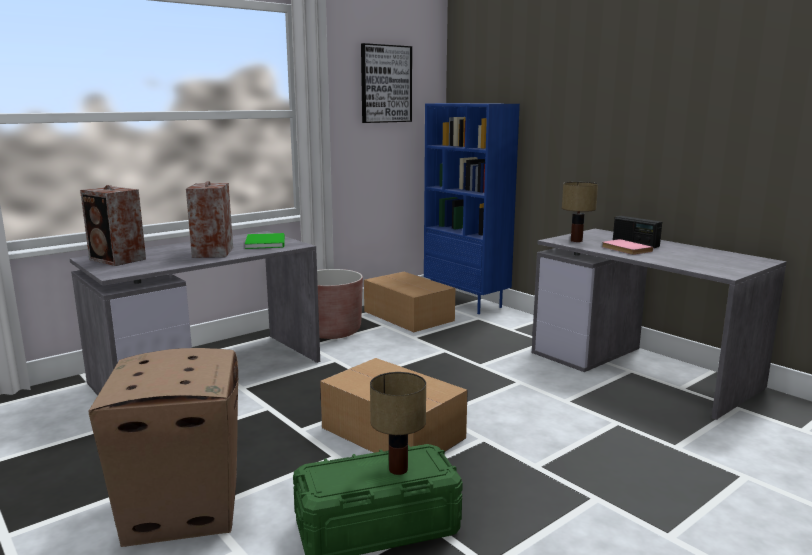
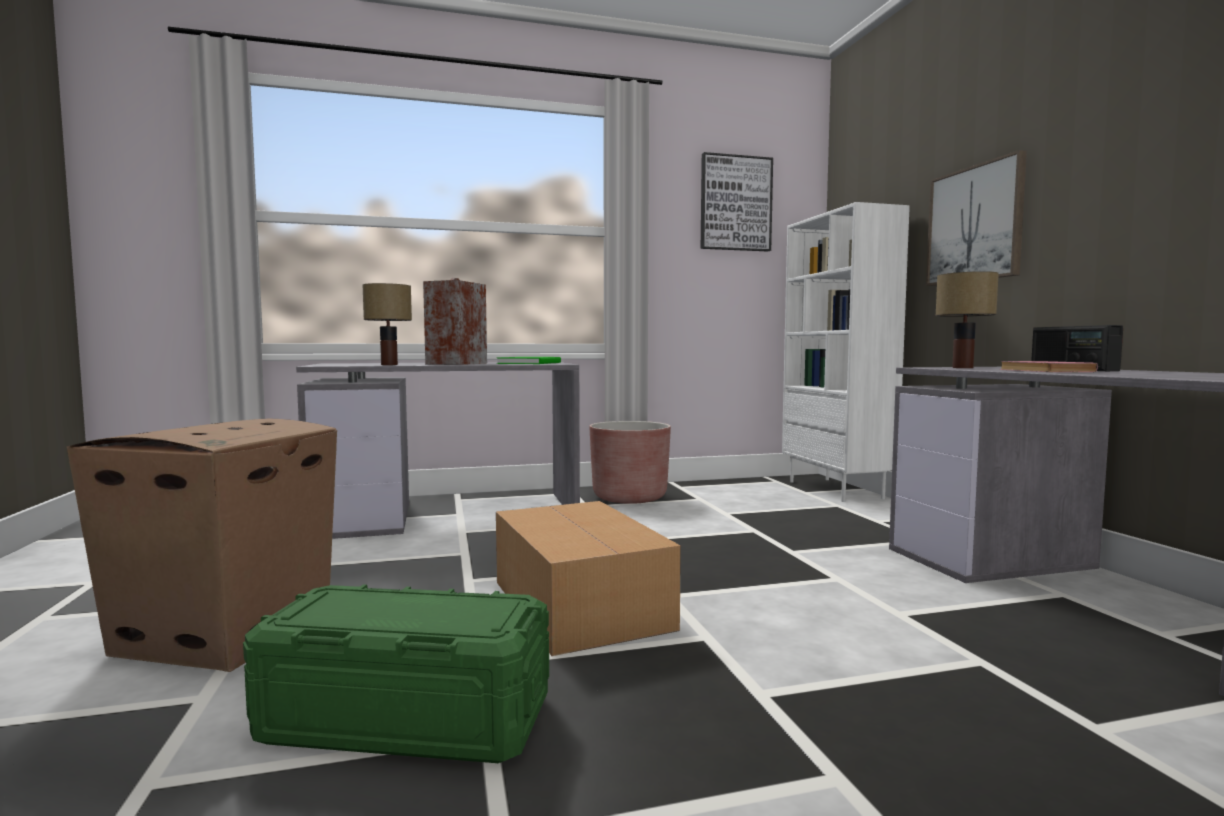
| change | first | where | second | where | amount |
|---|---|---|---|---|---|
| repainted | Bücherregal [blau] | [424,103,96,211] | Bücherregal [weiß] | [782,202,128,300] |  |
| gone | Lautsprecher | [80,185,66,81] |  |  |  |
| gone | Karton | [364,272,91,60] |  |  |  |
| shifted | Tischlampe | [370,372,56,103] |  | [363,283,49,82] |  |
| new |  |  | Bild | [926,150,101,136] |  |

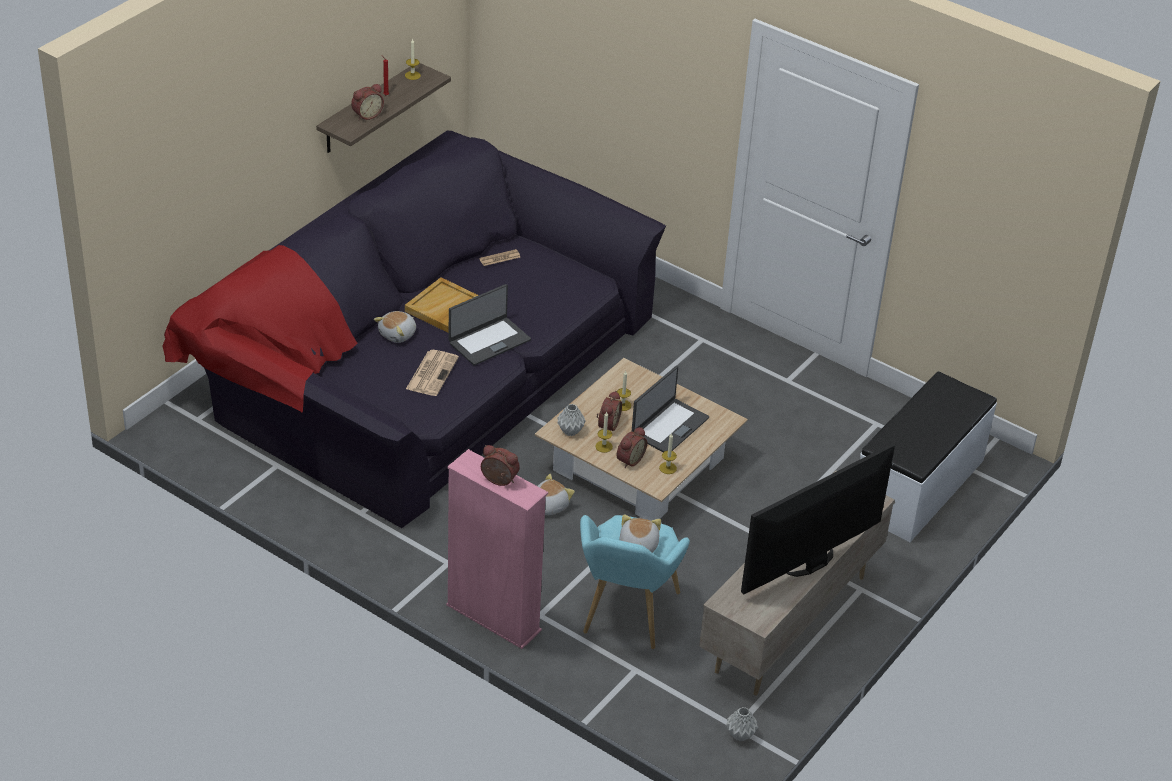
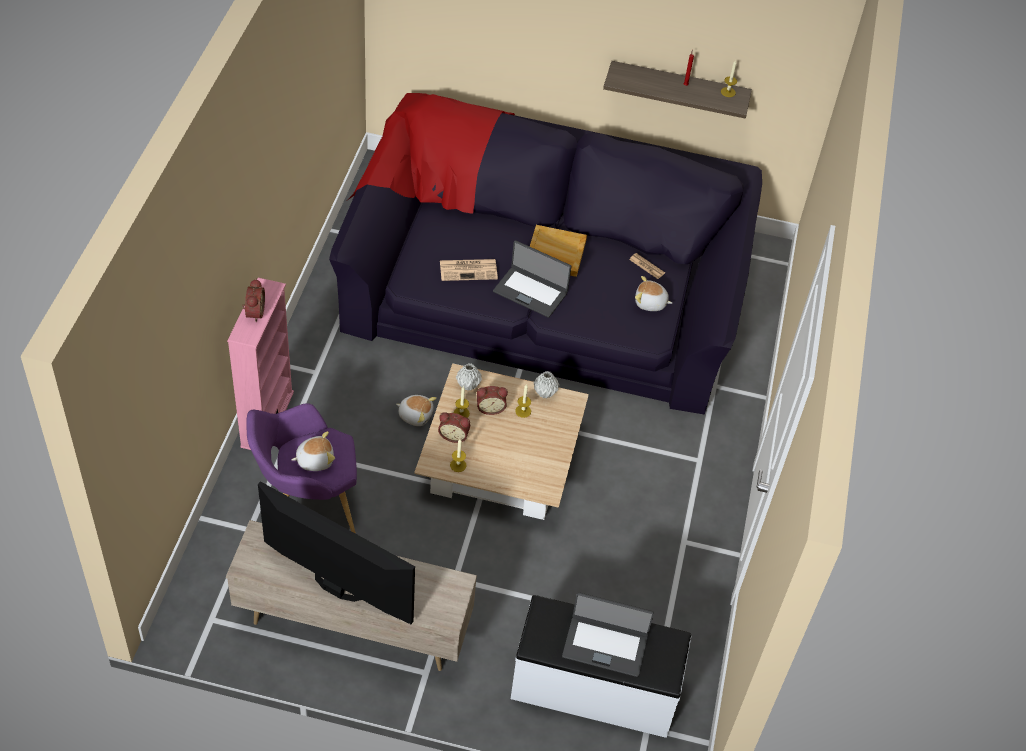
| change | first | where | second | where | amount |
|---|---|---|---|---|---|
| gone | Wecker | [351,84,33,36] |  |  |  |
| shifted | Plüschtier | [374,311,42,32] |  | [635,276,37,35] |  |
| shifted | Laptop | [632,366,77,86] |  | [562,592,92,85] |  |
| repainted | Sessel [türkis] | [580,515,110,134] | Sessel [lila] | [246,403,111,131] |  |
| shifted | Vase [grau] | [726,707,32,34] |  | [534,371,25,28] |  |

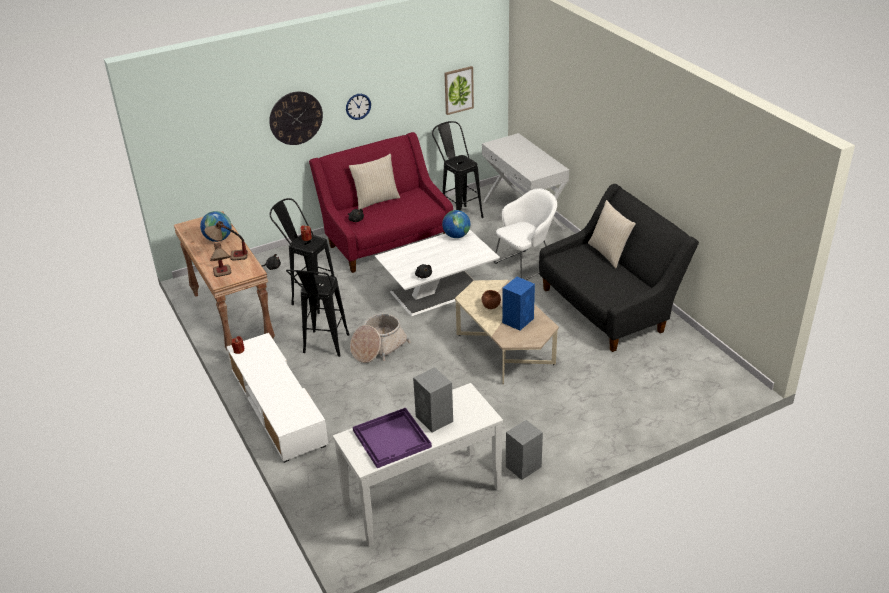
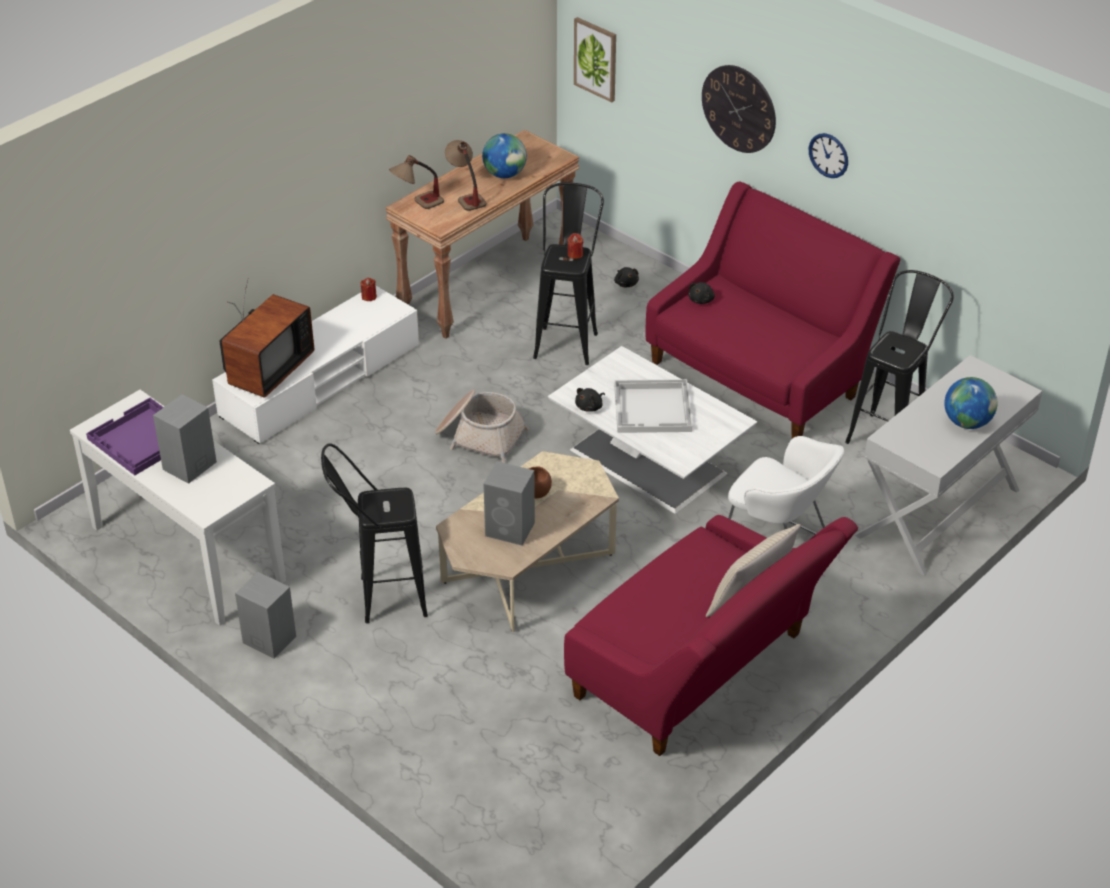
| change | first | where | second | where | amount |
|---|---|---|---|---|---|
| shifted | Bild | [444,66,30,49] |  | [574,17,42,85] |  |
| gone | Kissen [beige] | [349,154,51,55] |  |  |  |
| repainted | Sofa [schwarz] | [539,184,160,168] | Sofa [rot] | [564,515,294,241] |  |
| shifted | Globus | [442,210,29,28] |  | [944,377,53,52] |  |
| shifted | Hocker [schwarz] | [286,269,64,88] |  | [321,443,107,180] |  |
| repainted | Lautsprecher [blau] | [502,277,33,54] | Lautsprecher [grau] | [483,461,52,85] |  |
| new |  |  | Fernseher | [220,279,94,119] |  |
| new |  |  | Tablett [weiß] | [614,379,78,54] |  |

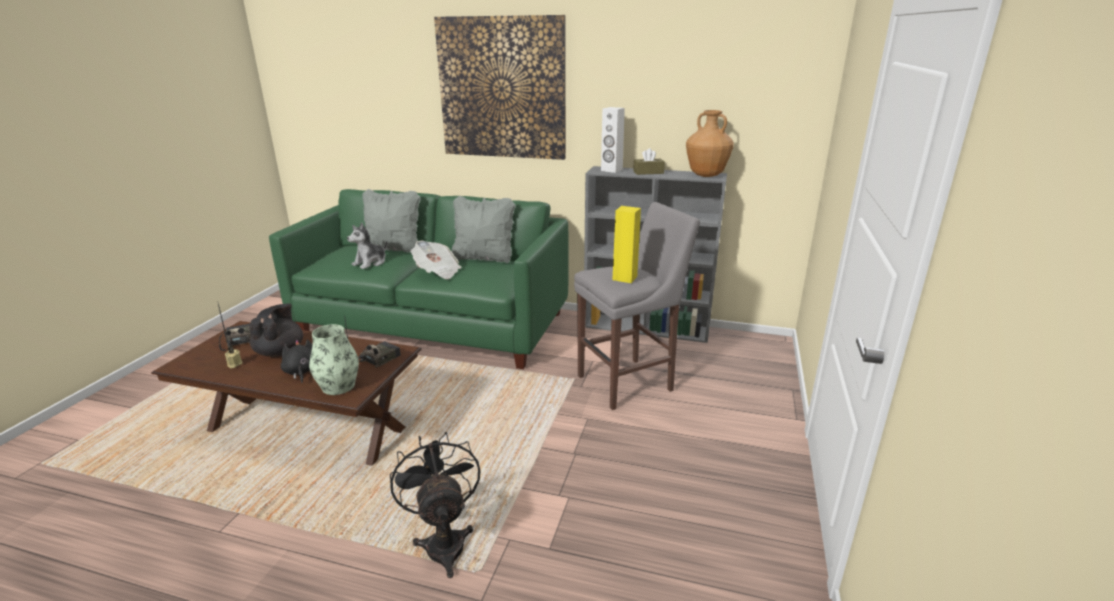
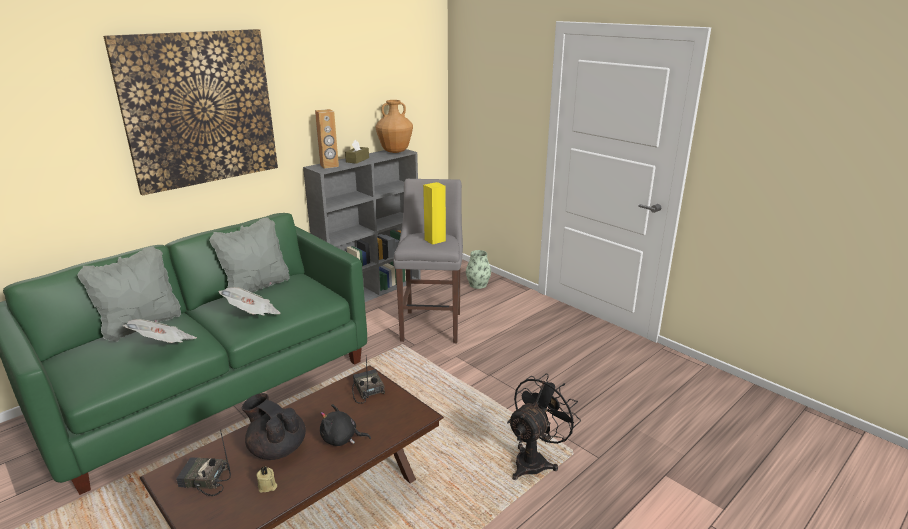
| change | first | where | second | where | amount |
|---|---|---|---|---|---|
| repainted | Lautsprecher [weiß] | [601,107,24,66] | Lautsprecher [braun] | [315,109,24,60] |  |
| swapped | Plüschtier | [347,222,40,47] | Zeitung | [123,319,74,24] |  |
| shifted | Vase | [309,324,50,71] |  | [466,250,25,39] |  |
| rotated | Ventilator [schwarz] | [390,432,90,146] |  | [507,373,74,107] | 120 degrees clockwise |

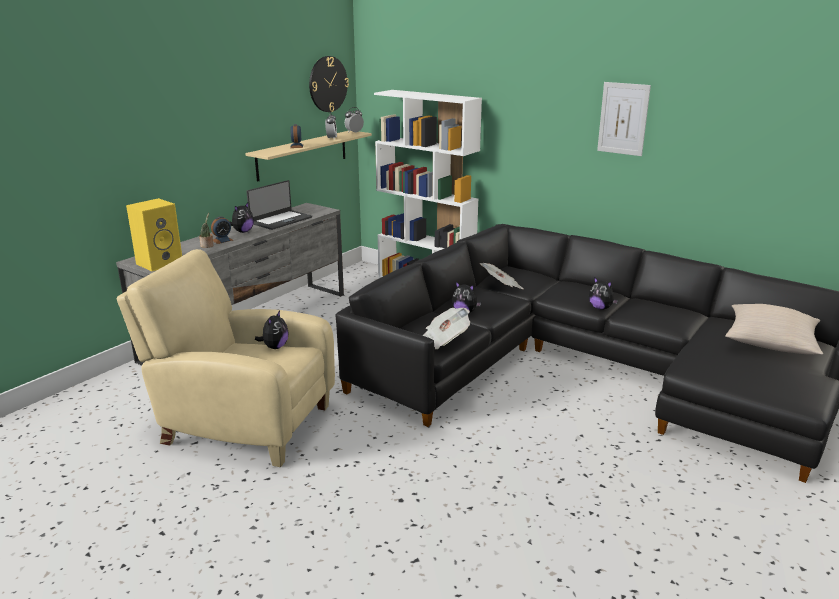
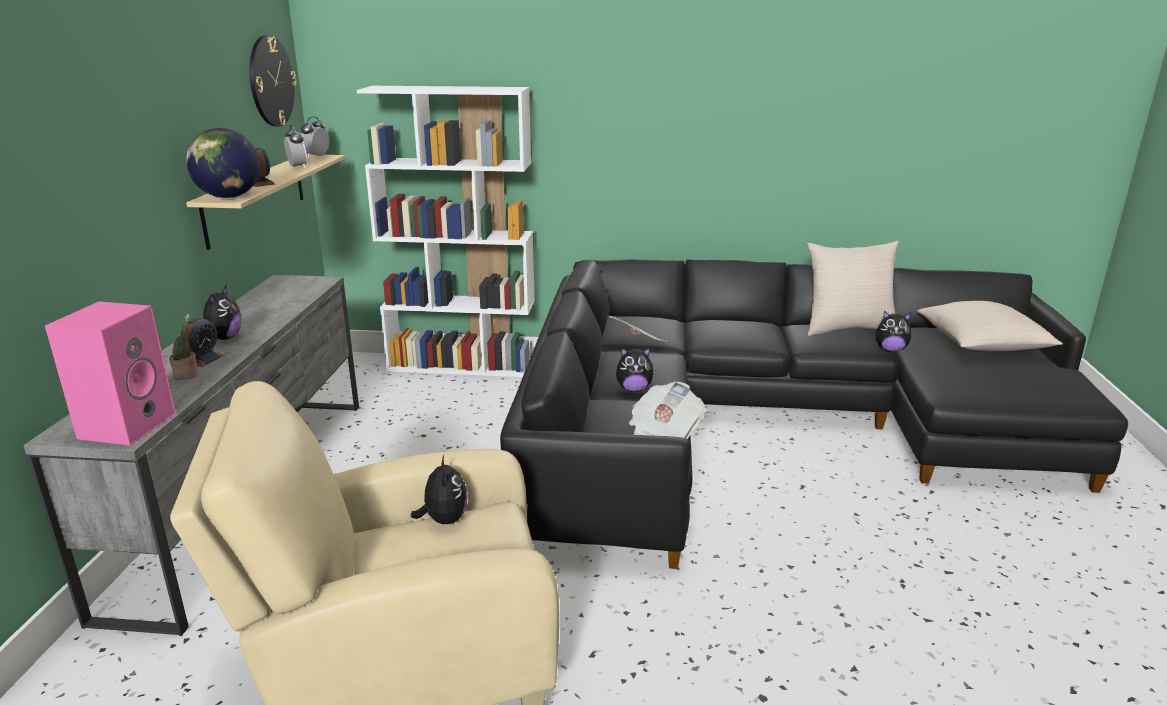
| change | first | where | second | where | amount |
|---|---|---|---|---|---|
| gone | Bild | [597,82,54,74] |  |  |  |
| gone | Laptop | [246,180,66,50] |  |  |  |
| repainted | Lautsprecher [gelb] | [126,198,56,73] | Lautsprecher [rosa] | [45,302,131,143] |  |
| shifted | Plüschtier | [589,277,29,33] |  | [876,311,37,41] |  |
| new |  |  | Globus | [186,128,74,70] |  |
| new |  |  | Kissen [beige] | [807,241,91,95] |  |

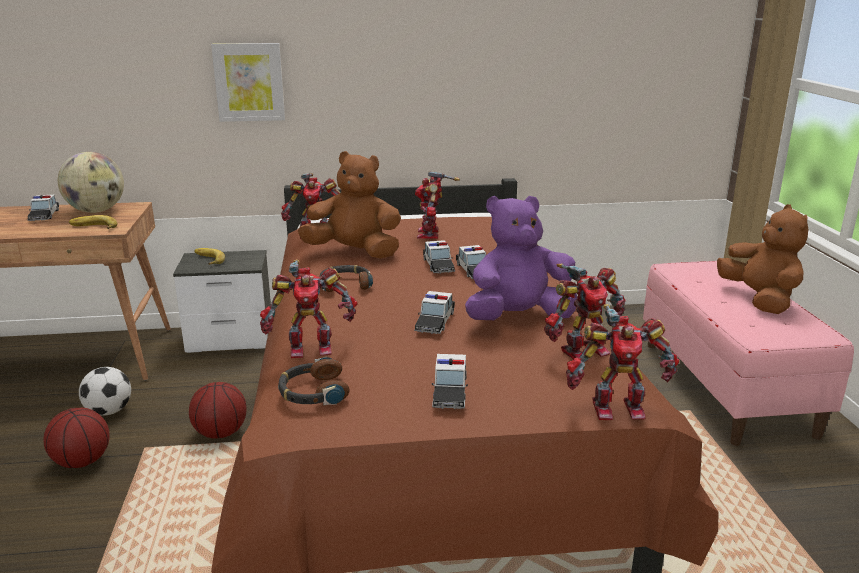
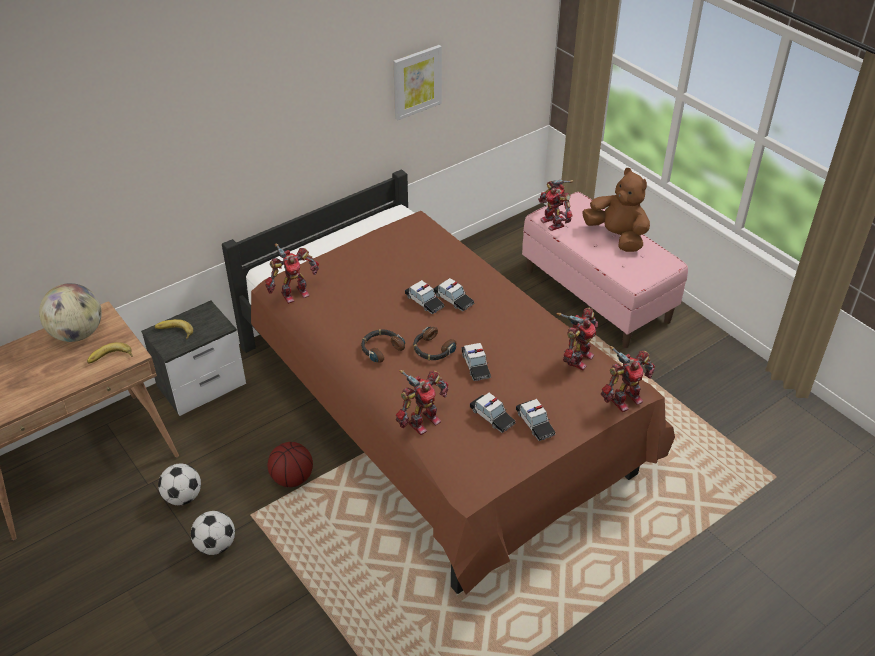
| change | first | where | second | where | amount |
|---|---|---|---|---|---|
| shifted | Bild | [211,43,74,79] |  | [393,45,49,75] |  |
| gone | Plüschtier [braun] | [298,151,103,107] |  |  |  |
| shifted | Spielzeugroboter | [415,171,45,68] |  | [538,180,35,51] |  |
| shifted | Spielzeugauto | [27,195,32,26] |  | [470,393,46,40] |  |
| gone | Plüschtier [lila] | [465,196,112,124] |  |  |  |
| shifted | Kopfhörer | [278,357,71,48] |  | [413,327,44,33] |  |
| swapped | Basketball | [43,408,67,60] | Fußball | [191,511,44,44] |  |

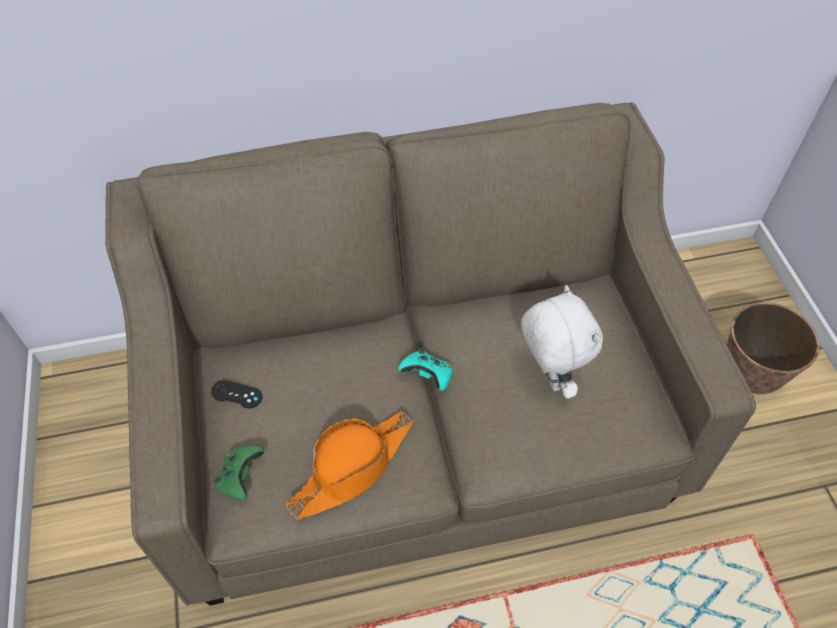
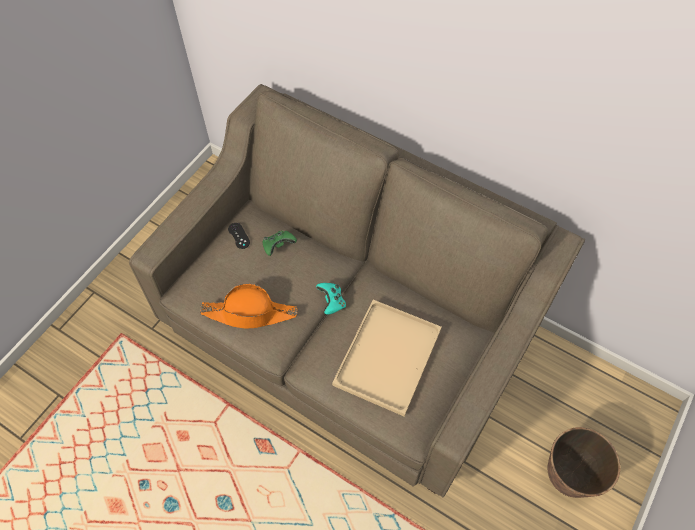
| change | first | where | second | where | amount |
|---|---|---|---|---|---|
| swapped | Plüschtier [weiß] | [521,285,82,114] | Tablett [beige] | [332,300,110,116] |  |
| shifted | Gamepad [grün] | [214,445,50,55] |  | [263,230,34,26] |  |

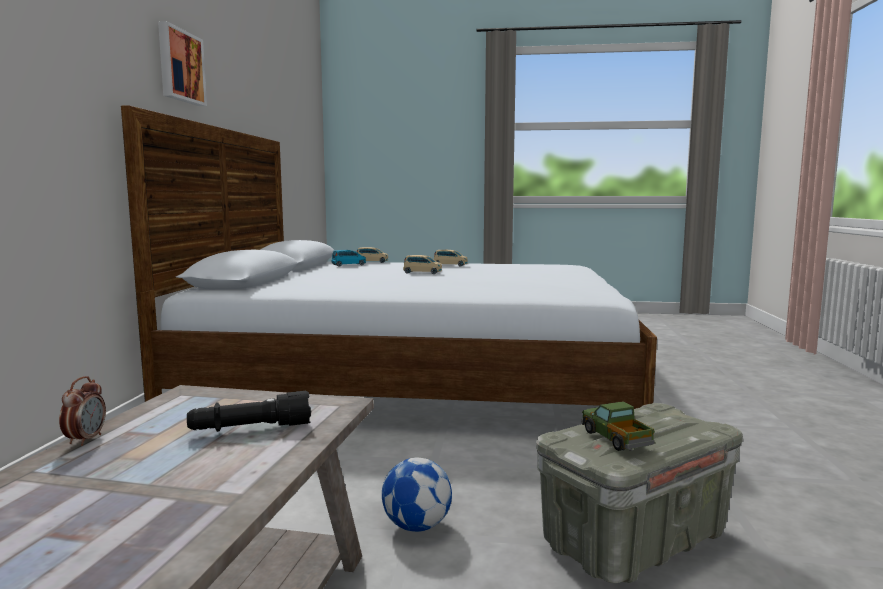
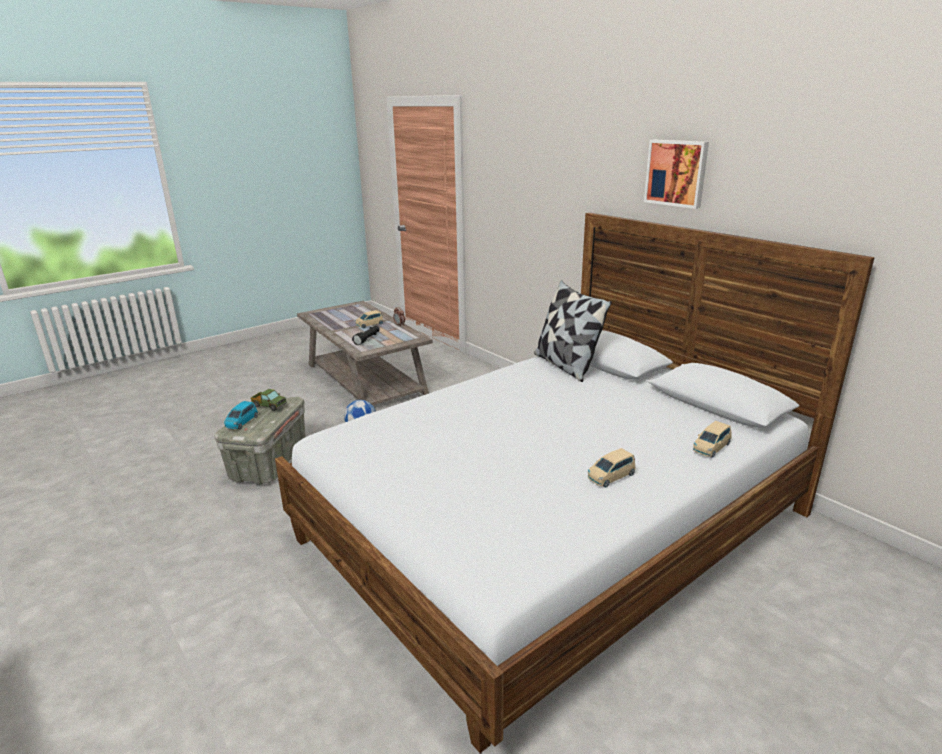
| change | first | where | second | where | amount |
|---|---|---|---|---|---|
| shifted | Spielzeugauto [blau] | [331,250,35,17] |  | [224,401,34,28] |  |
| shifted | Spielzeugauto [beige] | [403,255,39,19] |  | [356,310,28,18] |  |
| new |  |  | Kissen | [534,280,78,102] |  |

